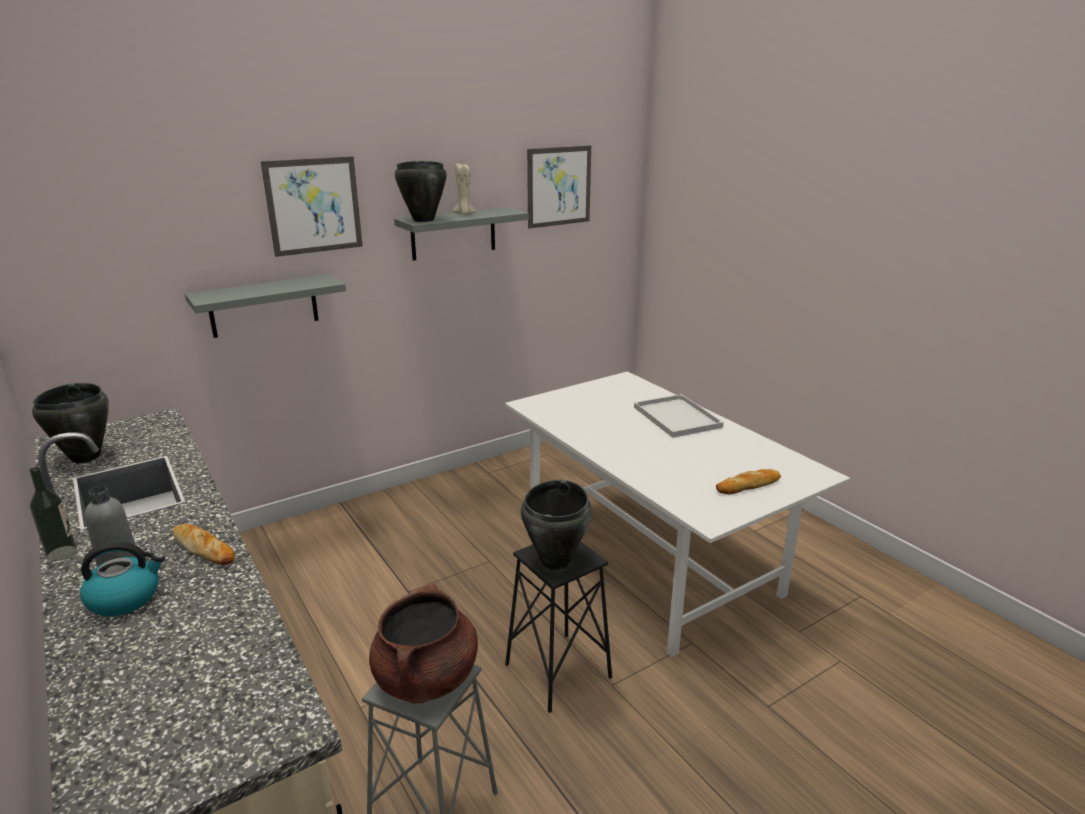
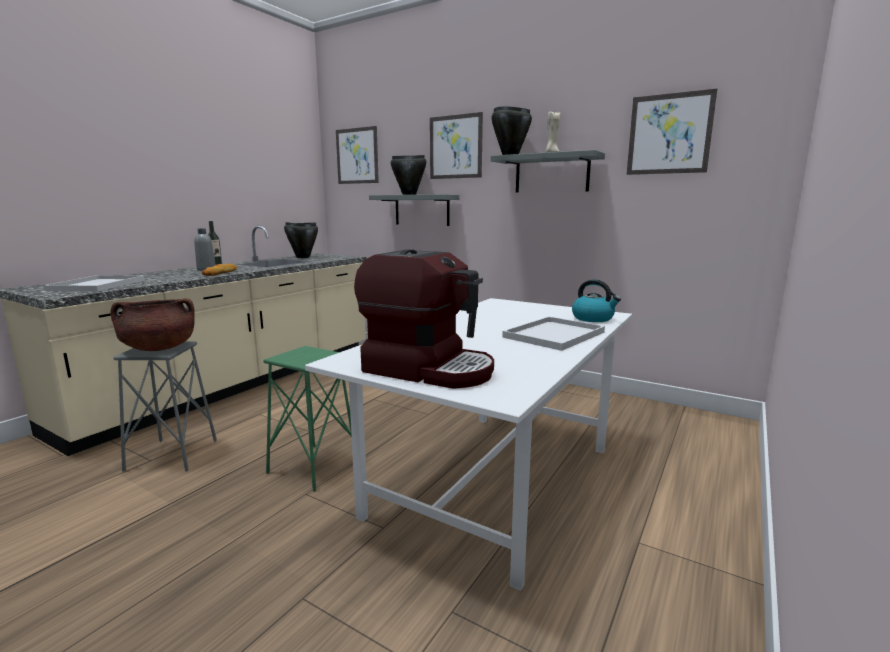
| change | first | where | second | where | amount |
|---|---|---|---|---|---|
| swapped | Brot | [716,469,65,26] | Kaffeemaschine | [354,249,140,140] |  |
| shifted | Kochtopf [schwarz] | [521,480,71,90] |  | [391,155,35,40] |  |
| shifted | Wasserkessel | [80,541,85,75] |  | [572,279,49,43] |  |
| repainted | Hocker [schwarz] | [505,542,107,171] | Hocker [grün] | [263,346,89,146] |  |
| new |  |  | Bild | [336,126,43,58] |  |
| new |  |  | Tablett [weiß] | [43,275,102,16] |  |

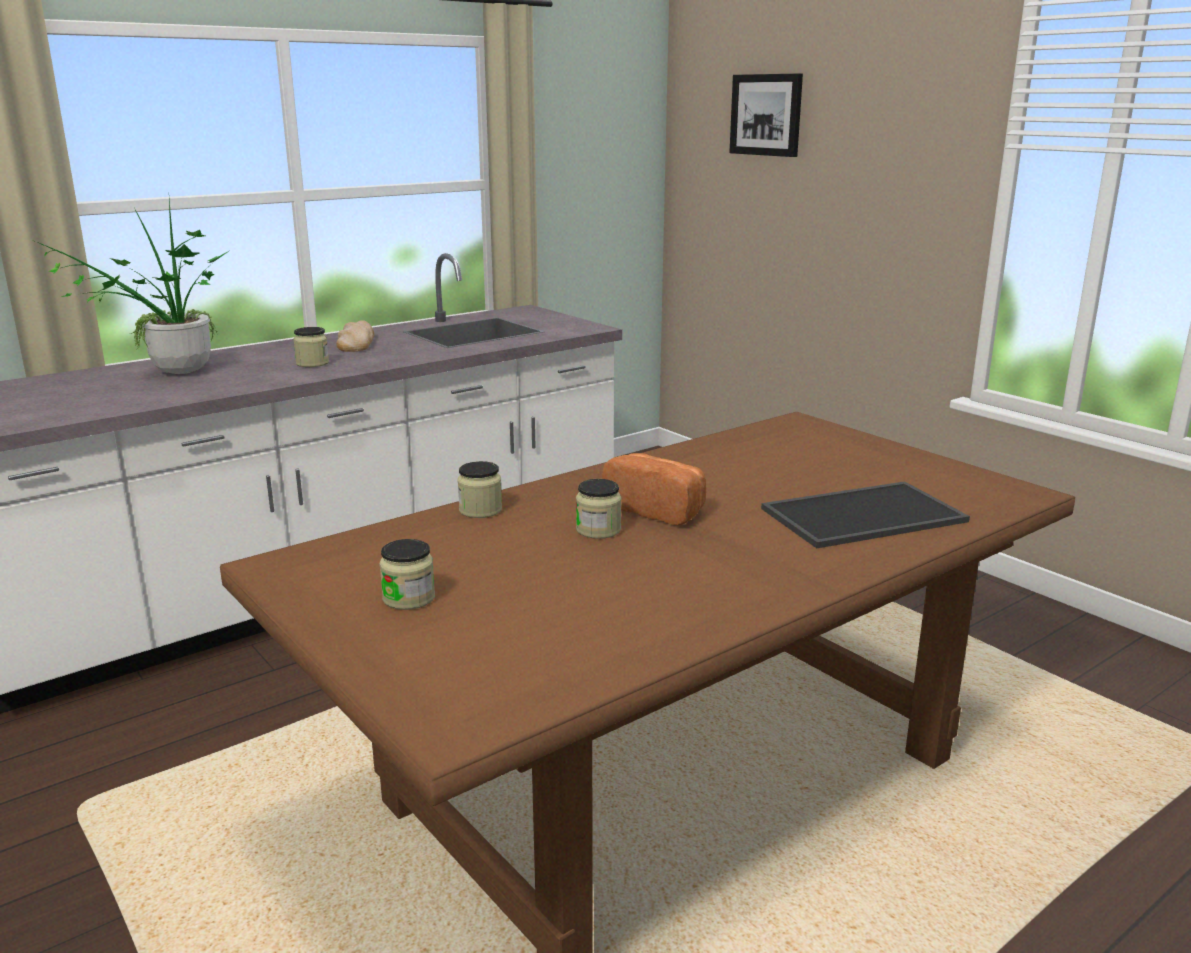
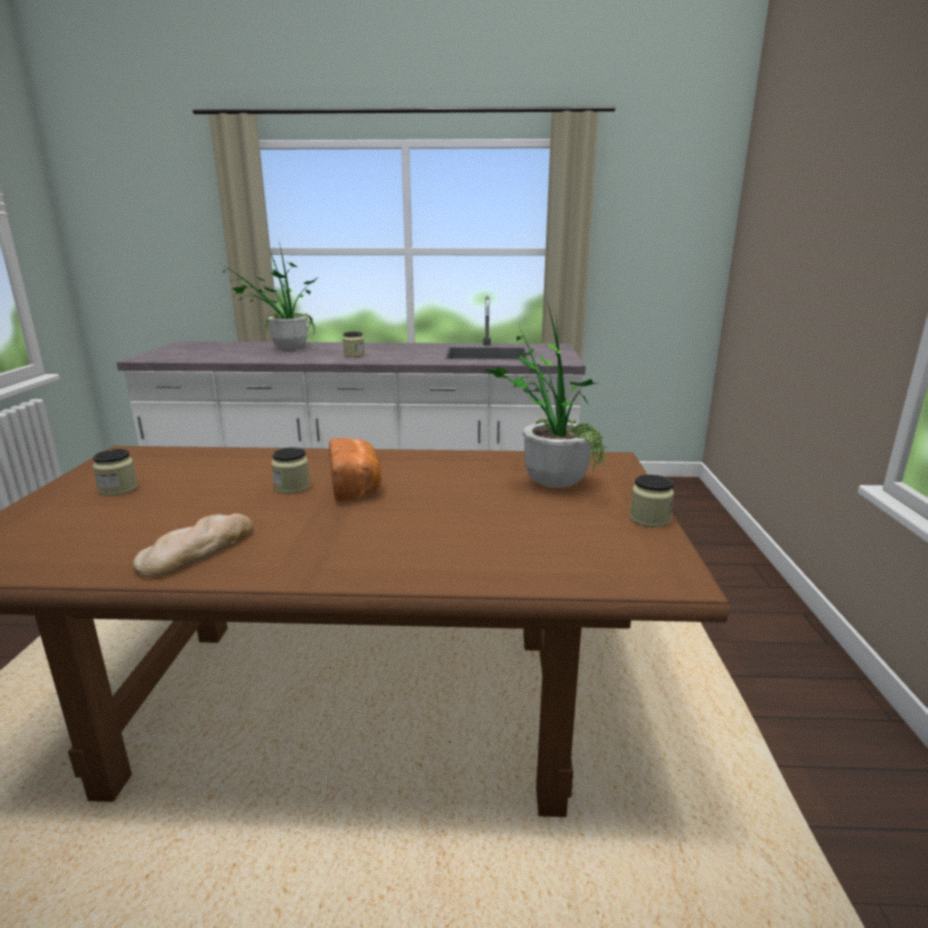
| change | first | where | second | where | amount |
|---|---|---|---|---|---|
| gone | Bild | [729,73,74,84] |  |  |  |
| shifted | Brot | [337,320,38,32] |  | [133,513,121,65] |  |
| shifted | Vorratsglas | [457,461,45,57] |  | [630,474,44,53] |  |
| gone | Tablett | [761,481,209,67] |  |  |  |
| new |  |  | Topfpflanze | [483,297,123,191] |  |

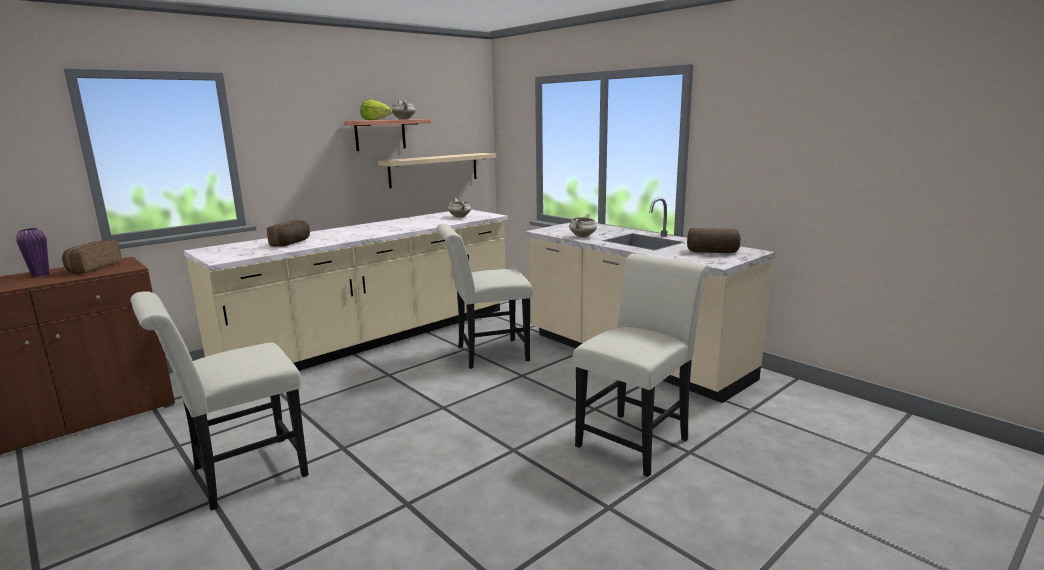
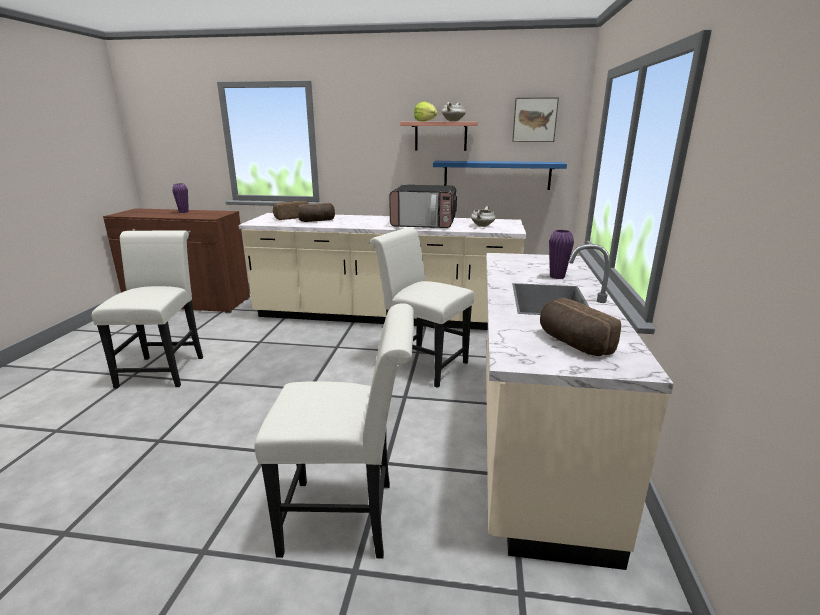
| change | first | where | second | where | amount |
|---|---|---|---|---|---|
| repainted | Wandregal [beige] | [378,153,118,35] | Wandregal [blau] | [433,161,134,29] |  |
| gone | Kochtopf [weiß] | [569,214,28,23] |  |  |  |
| shifted | Brot | [62,240,59,33] |  | [273,201,36,19] |  |
| rotated | Stuhl [weiß] | [130,291,179,219] |  | [92,231,111,157] | 75 degrees clockwise |
| new |  |  | Bild | [512,97,47,45] |  |
| new |  |  | Mikrowelle | [389,185,68,43] |  |
| new |  |  | Vase [lila] | [549,230,25,49] |  |

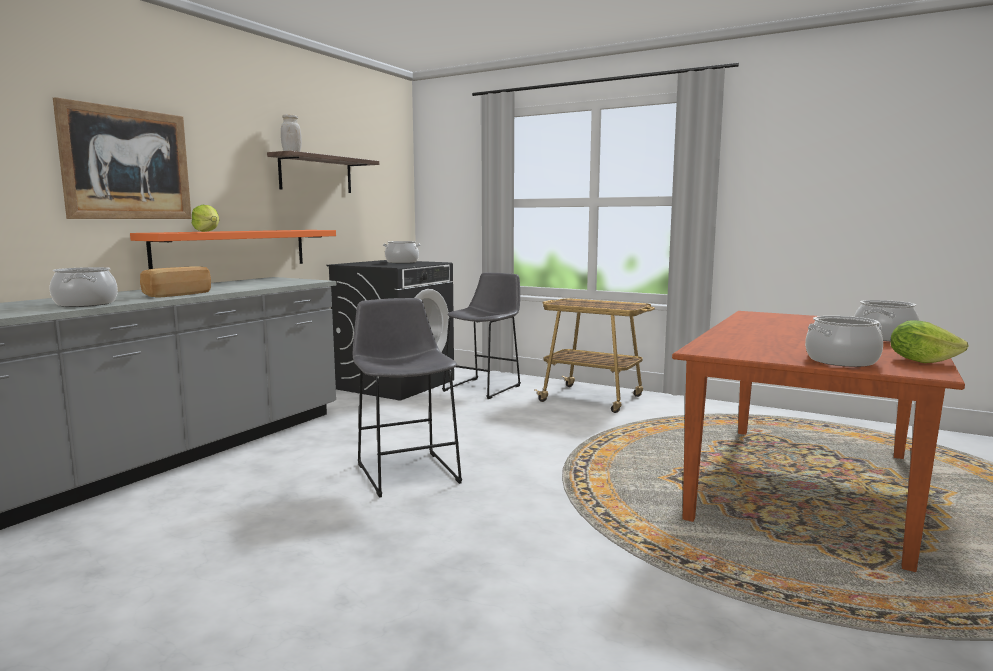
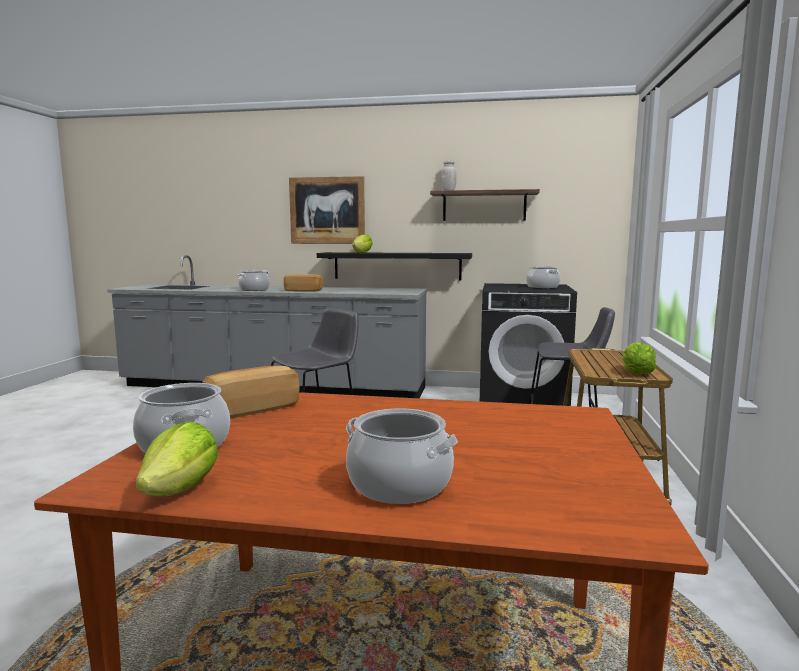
| change | first | where | second | where | amount |
|---|---|---|---|---|---|
| repainted | Wandregal [orange] | [130,230,206,39] | Wandregal [schwarz] | [317,252,155,28] |  |
| new |  |  | Salatkopf | [622,342,34,32] |  |
| new |  |  | Brot | [202,366,98,52] |  |

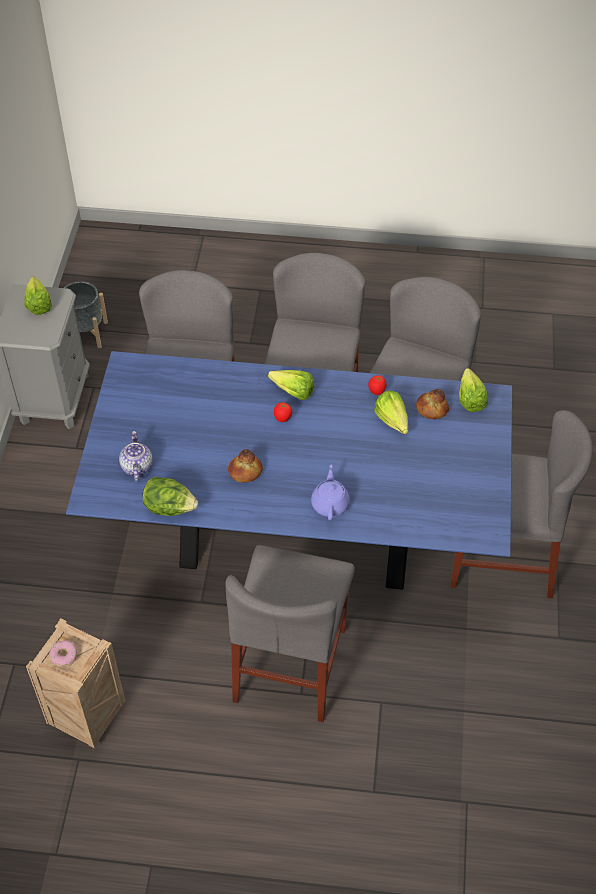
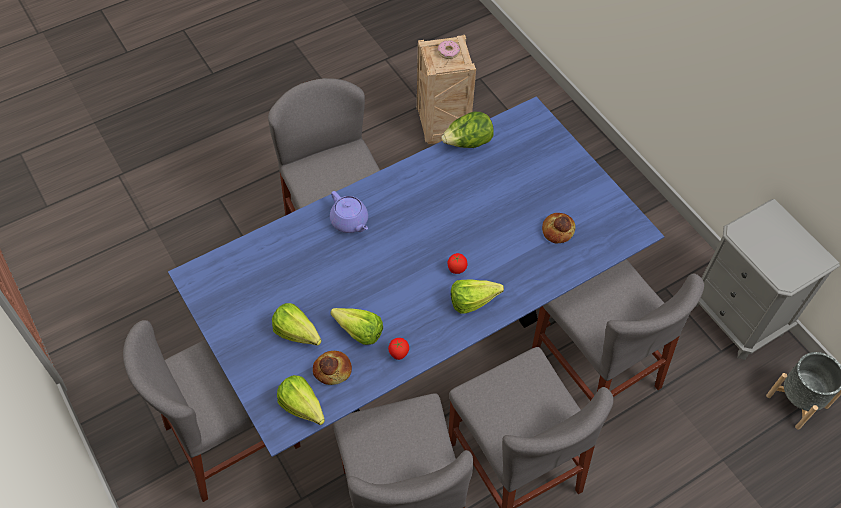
| change | first | where | second | where | amount |
|---|---|---|---|---|---|
| shifted | Salatkopf | [24,276,28,39] |  | [272,303,50,43] |  |
| gone | Teekanne | [119,431,34,50] |  |  |  |
| shifted | Brot | [228,449,35,34] |  | [542,213,34,30] |  |

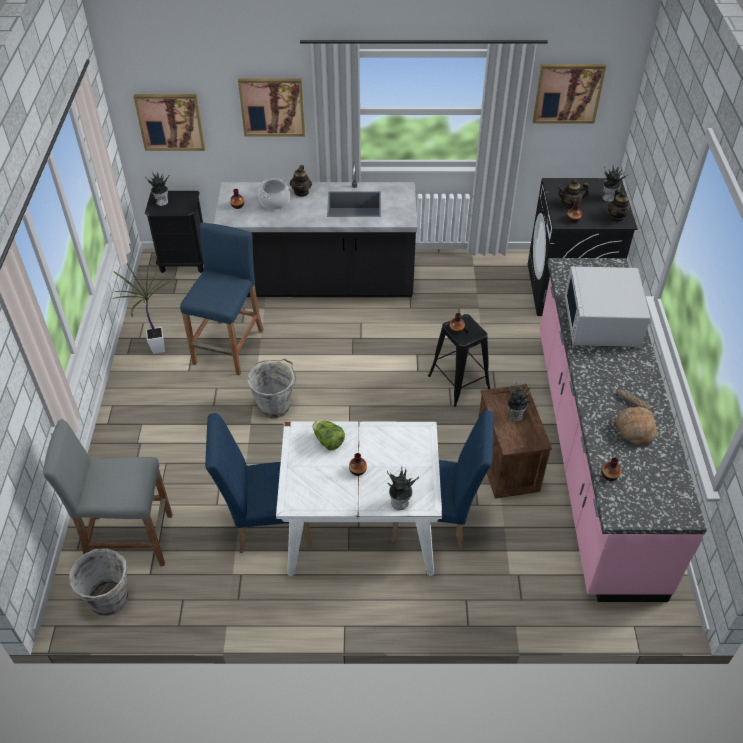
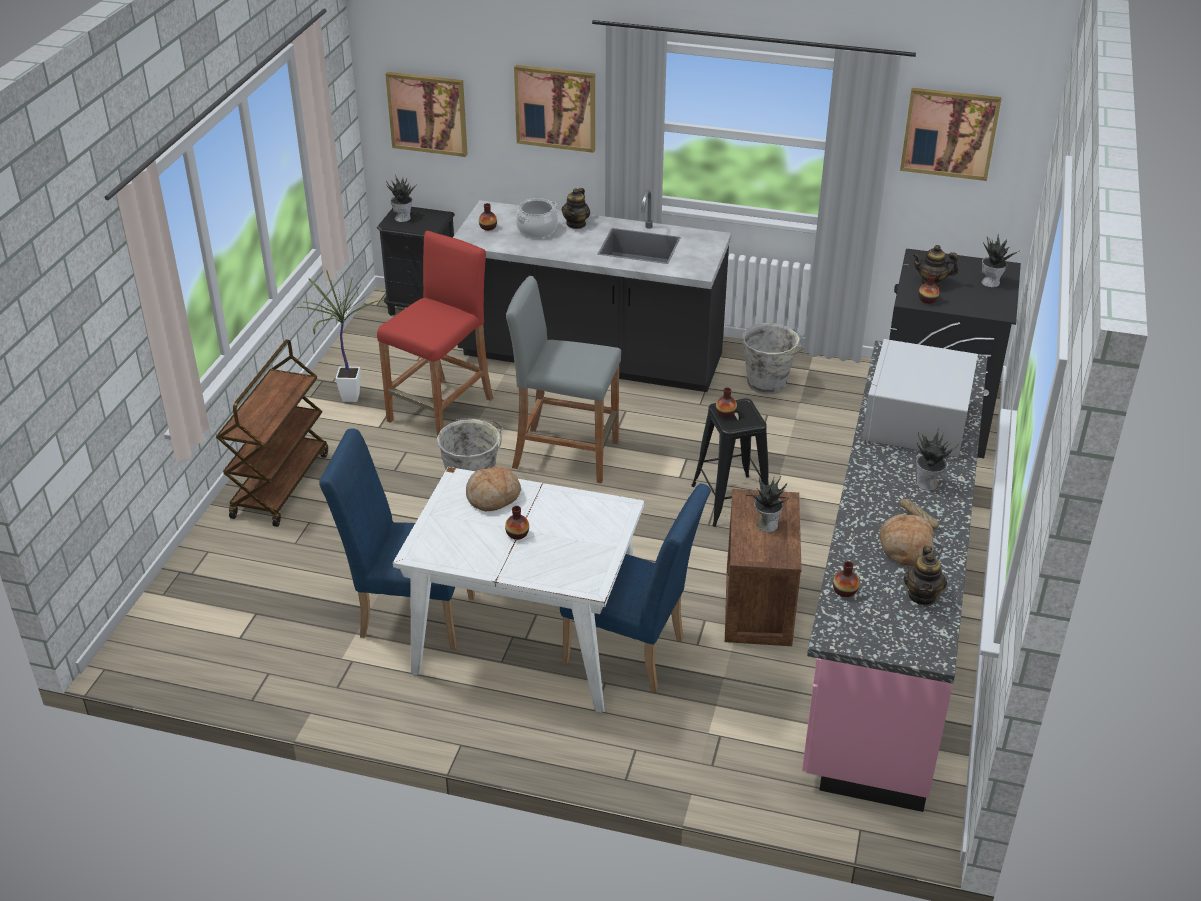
| change | first | where | second | where | amount |
|---|---|---|---|---|---|
| shifted | Teekanne | [608,189,23,33] |  | [904,546,43,60] |  |
| repainted | Hocker [blau] | [180,222,84,154] | Hocker [rot] | [377,231,116,205] |  |
| shifted | Hocker [grau] | [43,419,130,147] |  | [506,276,115,207] |  |
| swapped | Salatkopf | [313,420,32,31] | Brot | [466,466,55,45] |  |
| shifted | Topfpflanze | [387,469,32,41] |  | [916,427,43,64] |  |
| shifted | Eimer [grau] | [69,548,59,68] |  | [742,323,60,71] |  |
| new |  |  | Rollwagen [braun] | [216,339,112,188] |  |

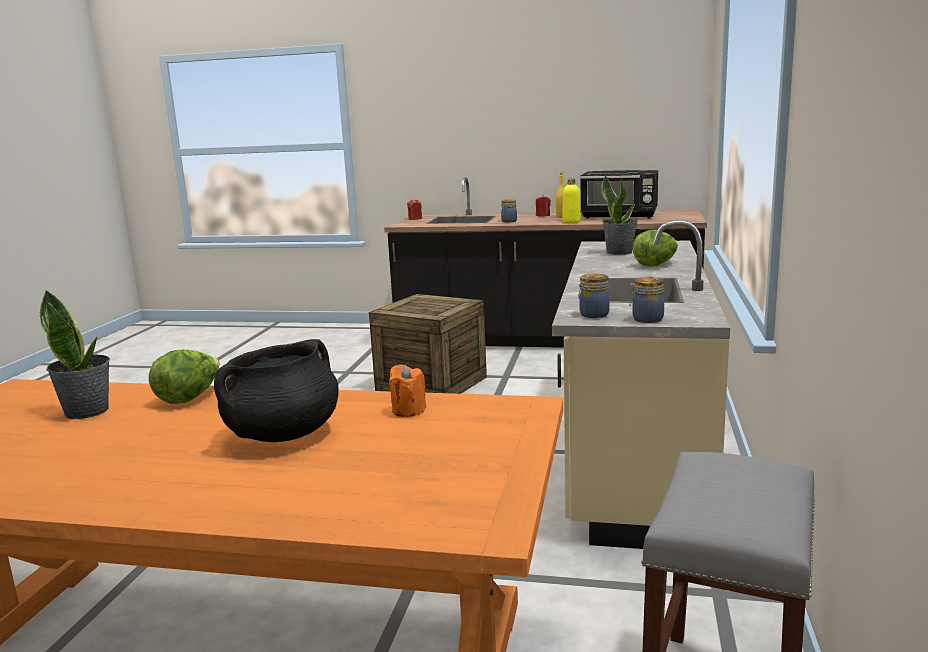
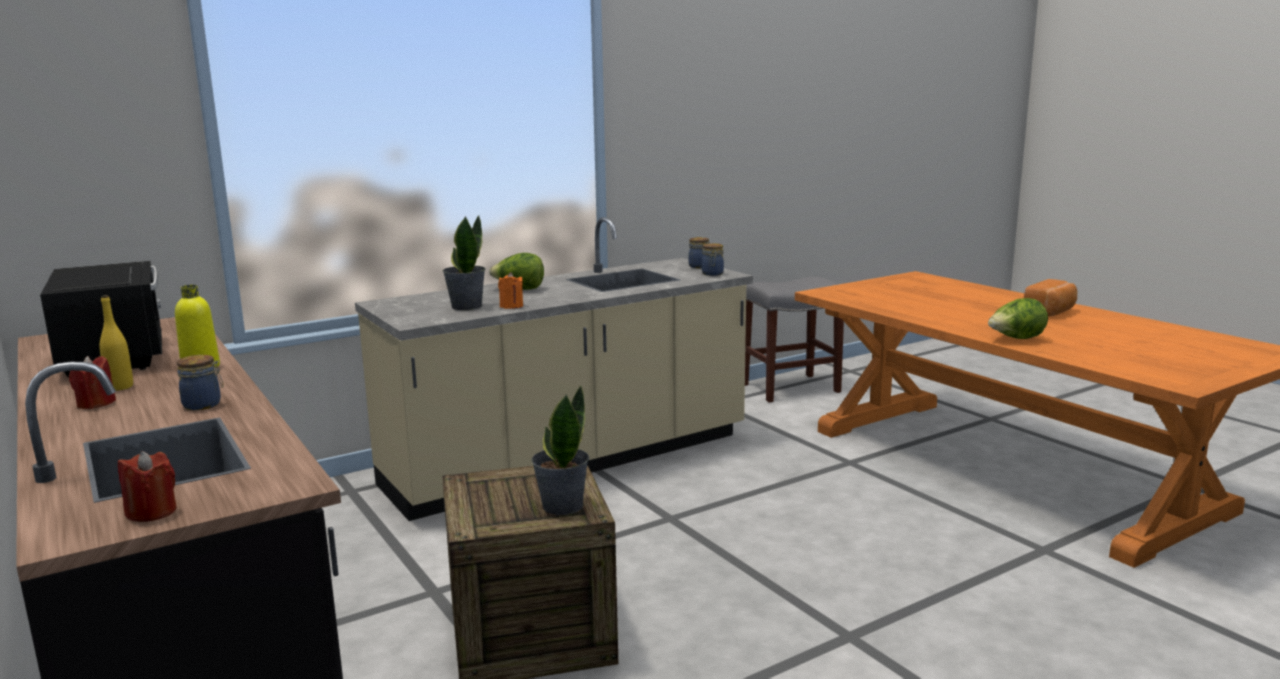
| change | first | where | second | where | amount |
|---|---|---|---|---|---|
| shifted | Topfpflanze | [40,290,70,129] |  | [532,386,57,129] |  |
| gone | Kochtopf [schwarz] | [214,339,125,103] |  |  |  |
| shifted | Kerze [orange] | [389,364,37,53] |  | [498,272,25,37] |  |
| new |  |  | Brot | [1024,279,53,38] |  |

